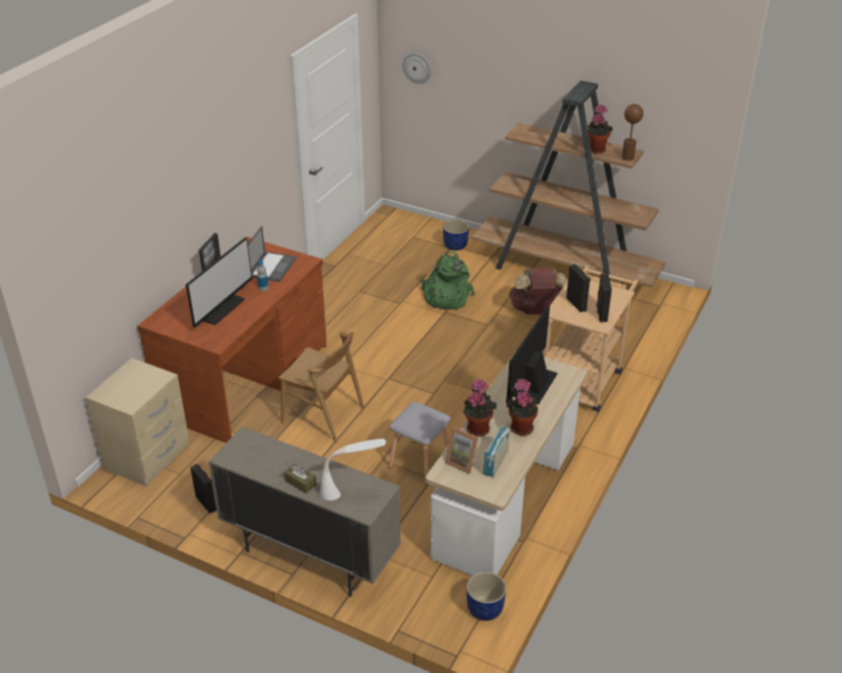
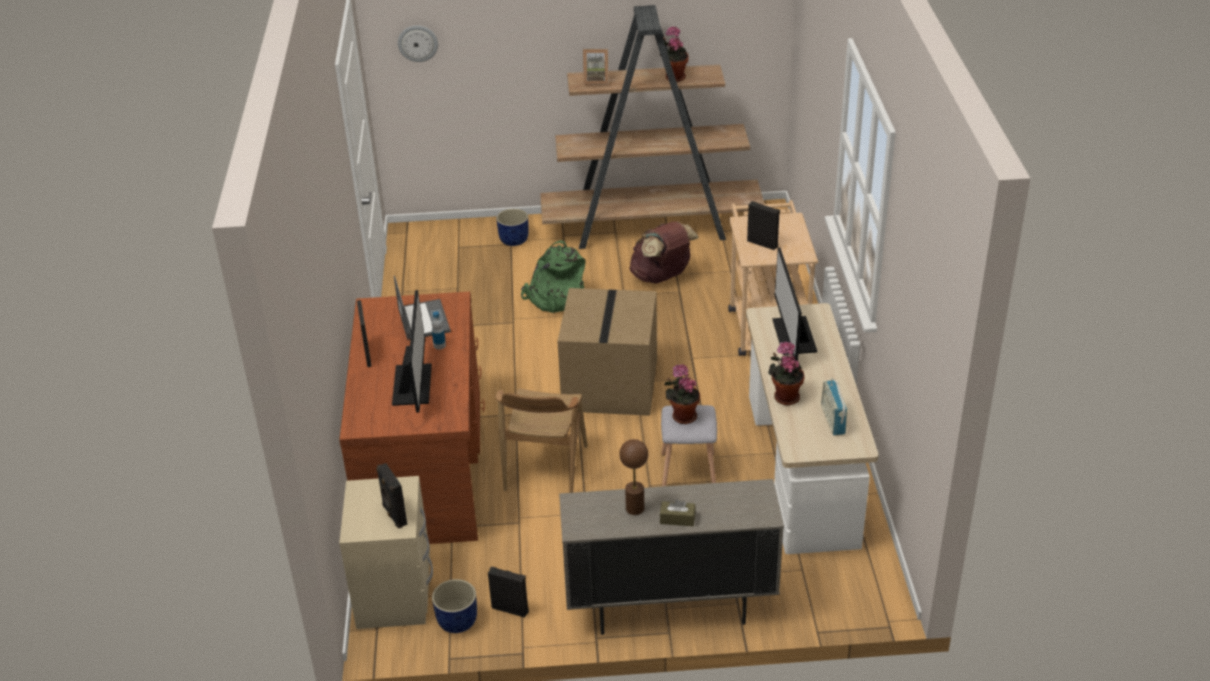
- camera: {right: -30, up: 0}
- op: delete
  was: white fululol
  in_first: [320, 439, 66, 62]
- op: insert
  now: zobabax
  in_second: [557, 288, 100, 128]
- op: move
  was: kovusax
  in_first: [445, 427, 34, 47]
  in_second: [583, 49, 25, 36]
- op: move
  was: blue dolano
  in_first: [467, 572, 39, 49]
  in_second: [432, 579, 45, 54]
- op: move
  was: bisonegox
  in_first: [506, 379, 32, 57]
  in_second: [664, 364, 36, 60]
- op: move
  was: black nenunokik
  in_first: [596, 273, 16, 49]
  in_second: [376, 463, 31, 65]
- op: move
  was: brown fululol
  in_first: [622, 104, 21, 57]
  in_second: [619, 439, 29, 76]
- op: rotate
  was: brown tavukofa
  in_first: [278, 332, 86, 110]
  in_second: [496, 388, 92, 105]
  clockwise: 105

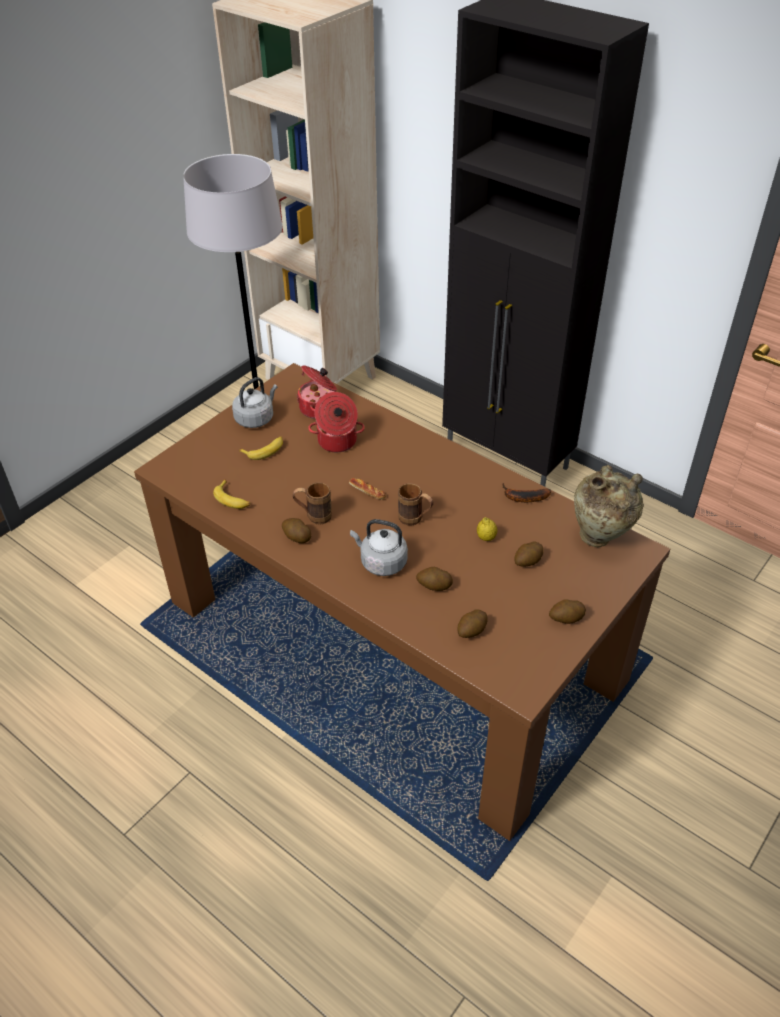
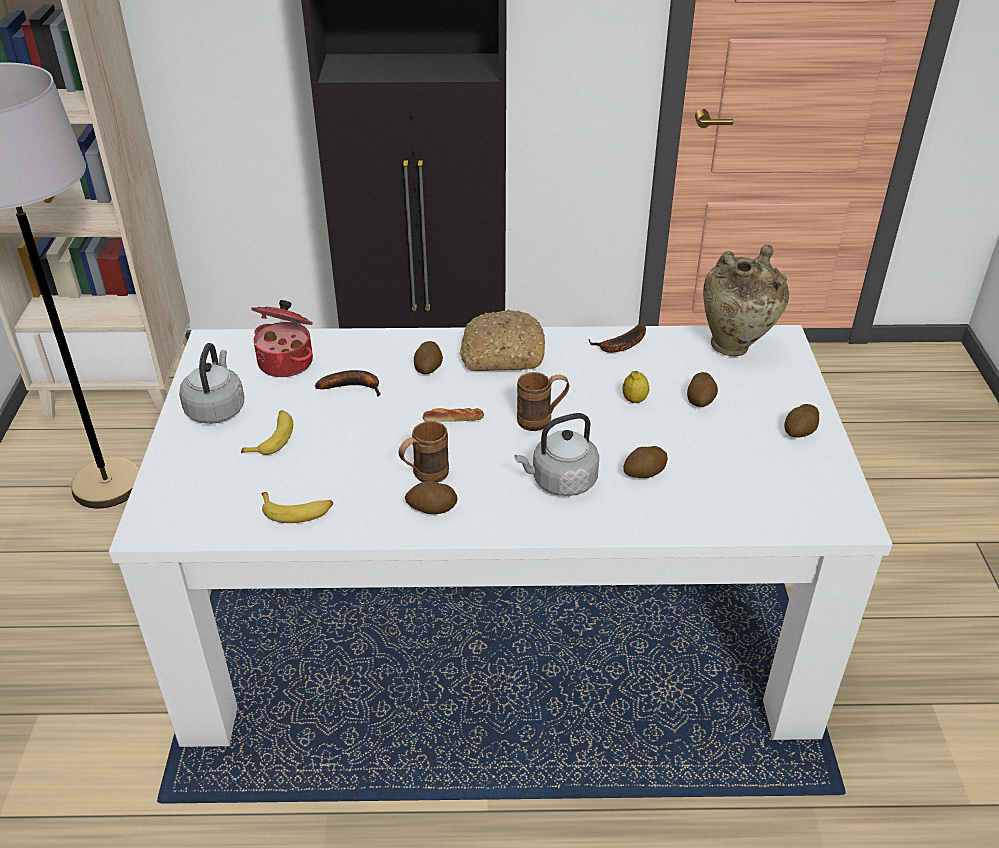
- camera: {right: -40, up: -5}
- op: insert
  now: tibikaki
  in_second: [459, 309, 86, 62]
- op: move
  was: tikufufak
  in_first: [458, 609, 30, 29]
  in_second: [414, 341, 29, 33]
- op: replace
  was: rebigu
  now: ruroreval
  in_first: [308, 392, 57, 60]
  in_second: [315, 370, 66, 27]
- op: recolor
  was: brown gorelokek
  now: white gorelokek
  in_first: [134, 363, 536, 478]
  in_second: [109, 325, 783, 422]

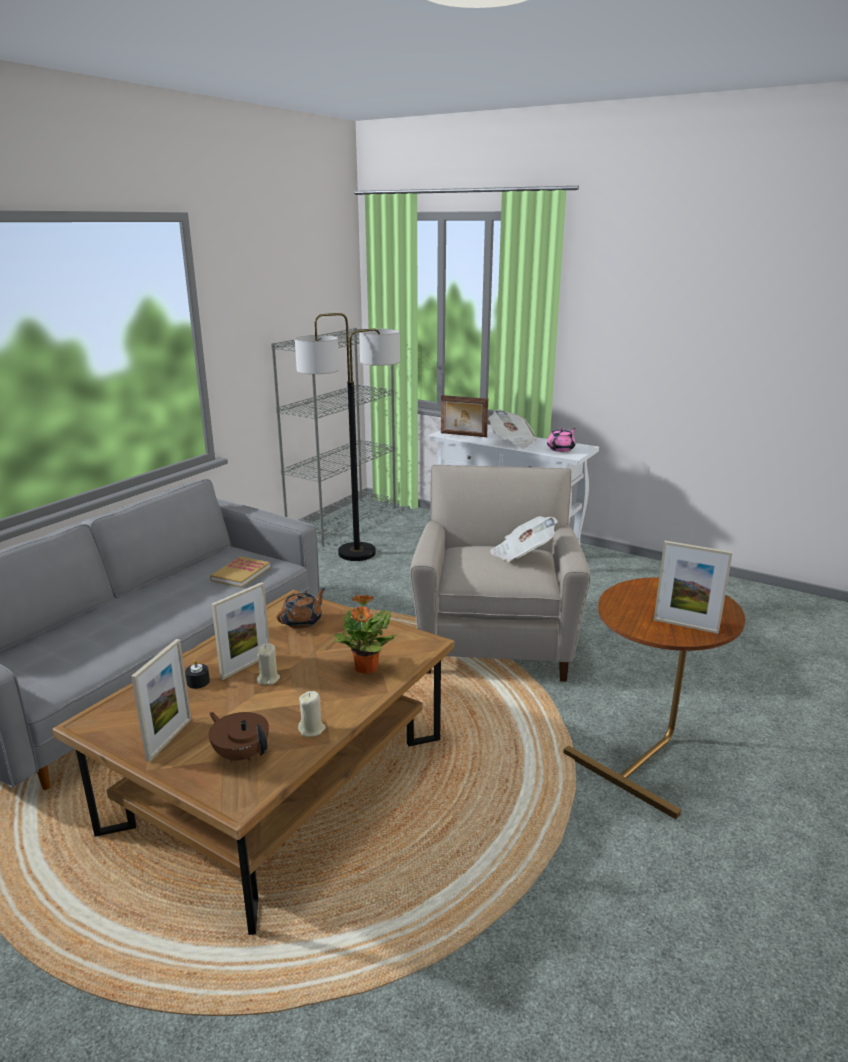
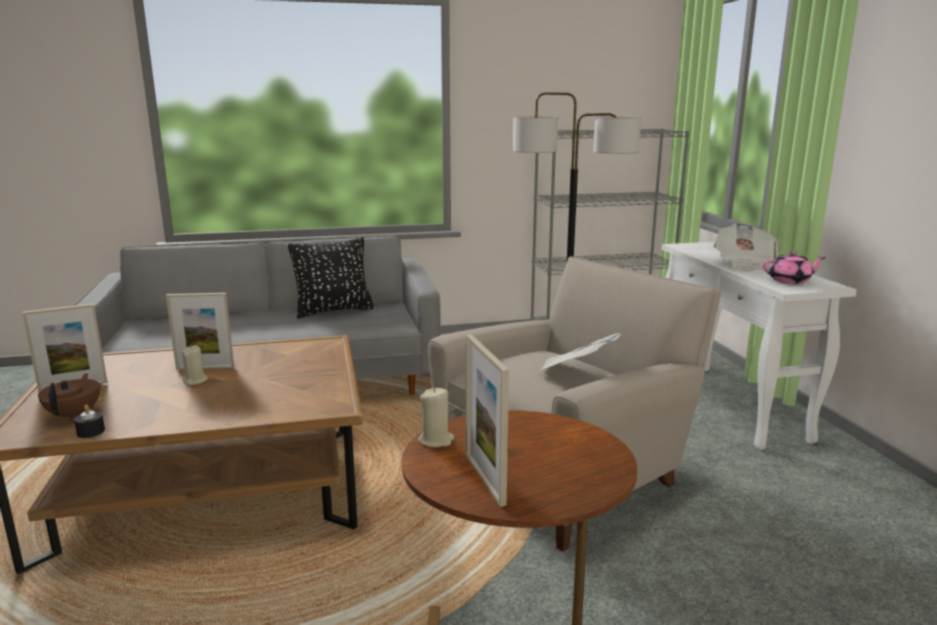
- camera: {right: 45, up: -5}
- op: delete
  was: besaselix
  in_first: [210, 556, 60, 32]
- op: delete
  was: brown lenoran
  in_first: [276, 588, 50, 41]
- op: delete
  was: bisonegox
  in_first: [333, 594, 64, 80]
- op: delete
  was: kovusax
  in_first: [441, 395, 47, 42]
- op: insert
  now: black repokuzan
  in_second: [288, 237, 86, 81]
- op: move
  was: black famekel
  in_first: [185, 659, 25, 30]
  in_second: [74, 405, 31, 33]
- op: move
  was: beige famekel
  in_first: [298, 691, 28, 46]
  in_second: [418, 388, 36, 59]

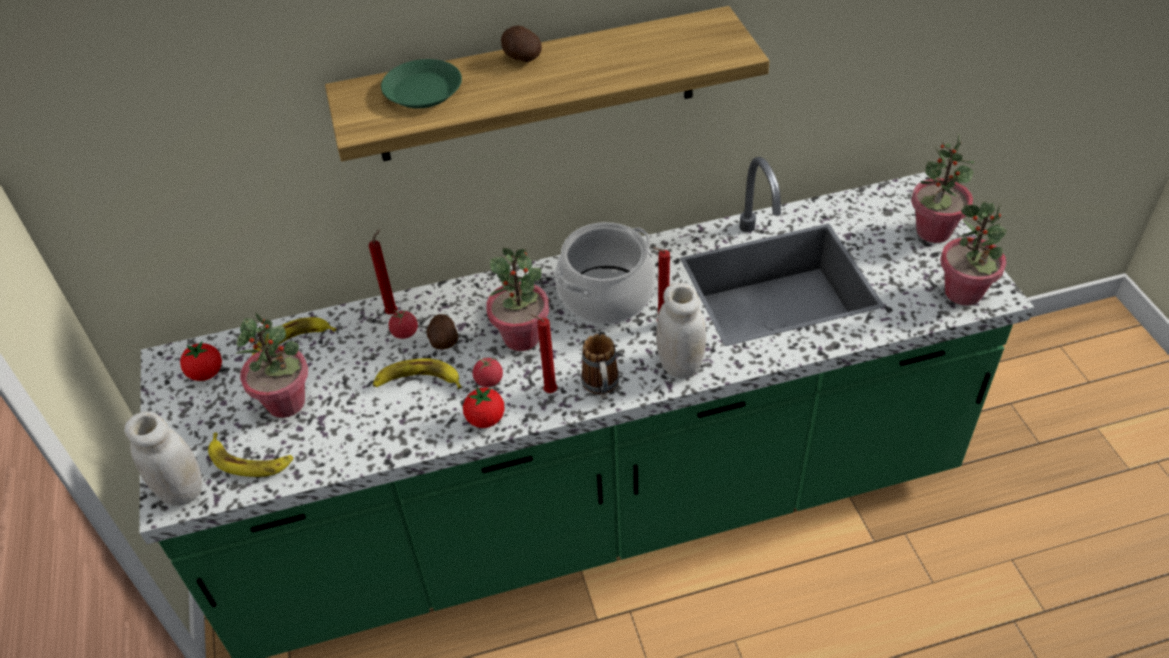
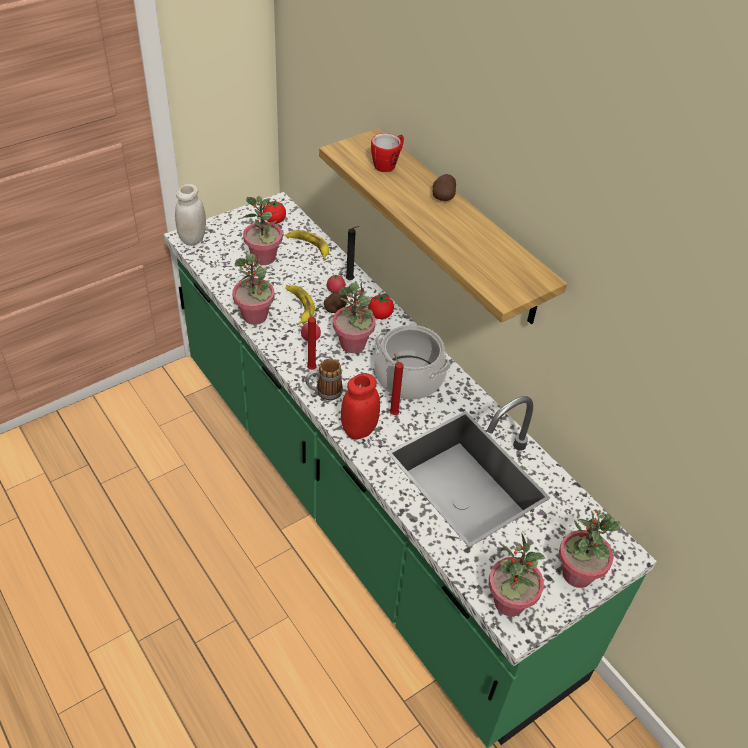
- camera: {right: 65, up: 0}
- op: delete
  was: ruroreval
  in_first: [208, 433, 86, 44]
- op: insert
  now: bisonegox
  in_second: [232, 253, 43, 72]
- op: move
  was: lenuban
  in_first: [463, 387, 42, 41]
  in_second: [368, 293, 26, 26]
- op: replace
  was: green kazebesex
  now: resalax
  in_first: [381, 59, 81, 49]
  in_second: [371, 133, 33, 39]
- op: recolor
  was: red famekel
  now: black famekel
  in_first: [369, 229, 29, 85]
  in_second: [346, 226, 14, 54]
- op: recolor
  was: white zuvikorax
  now: red zuvikorax
  in_first: [656, 283, 50, 95]
  in_second: [341, 373, 39, 66]

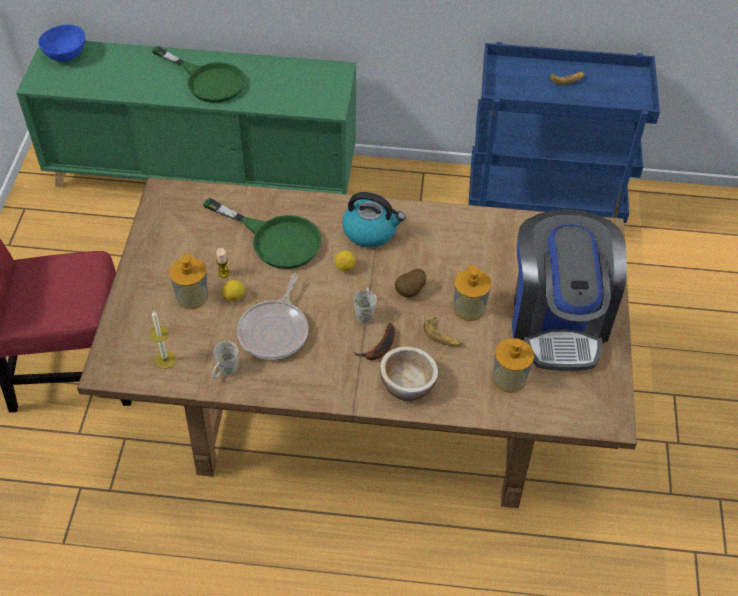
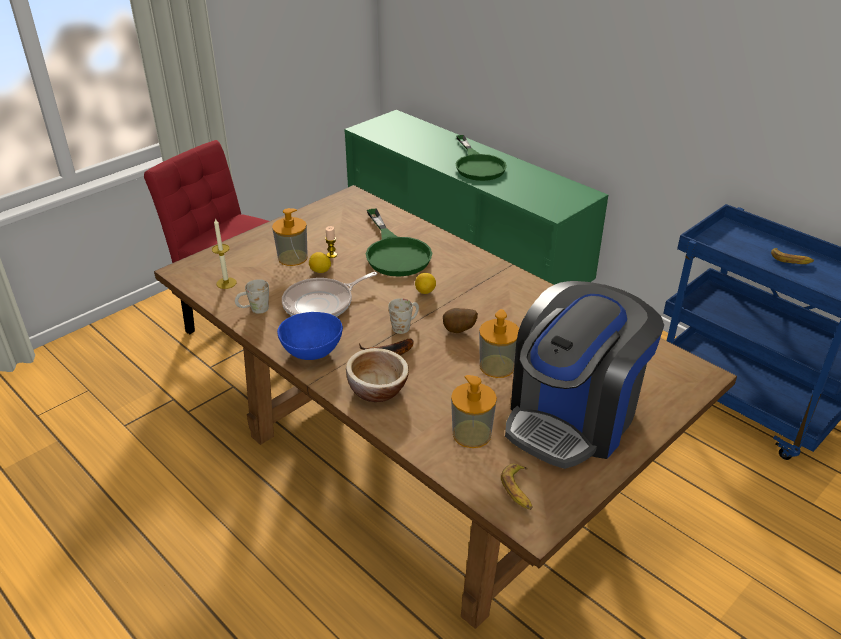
- camera: {right: 40, up: -15}
- op: delete
  was: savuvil
  in_first: [342, 192, 63, 56]
- op: move
  was: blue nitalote
  in_first: [38, 24, 47, 38]
  in_second: [277, 312, 66, 48]
- op: move
  was: ruroreval
  in_first: [424, 318, 39, 28]
  in_second: [501, 464, 31, 46]

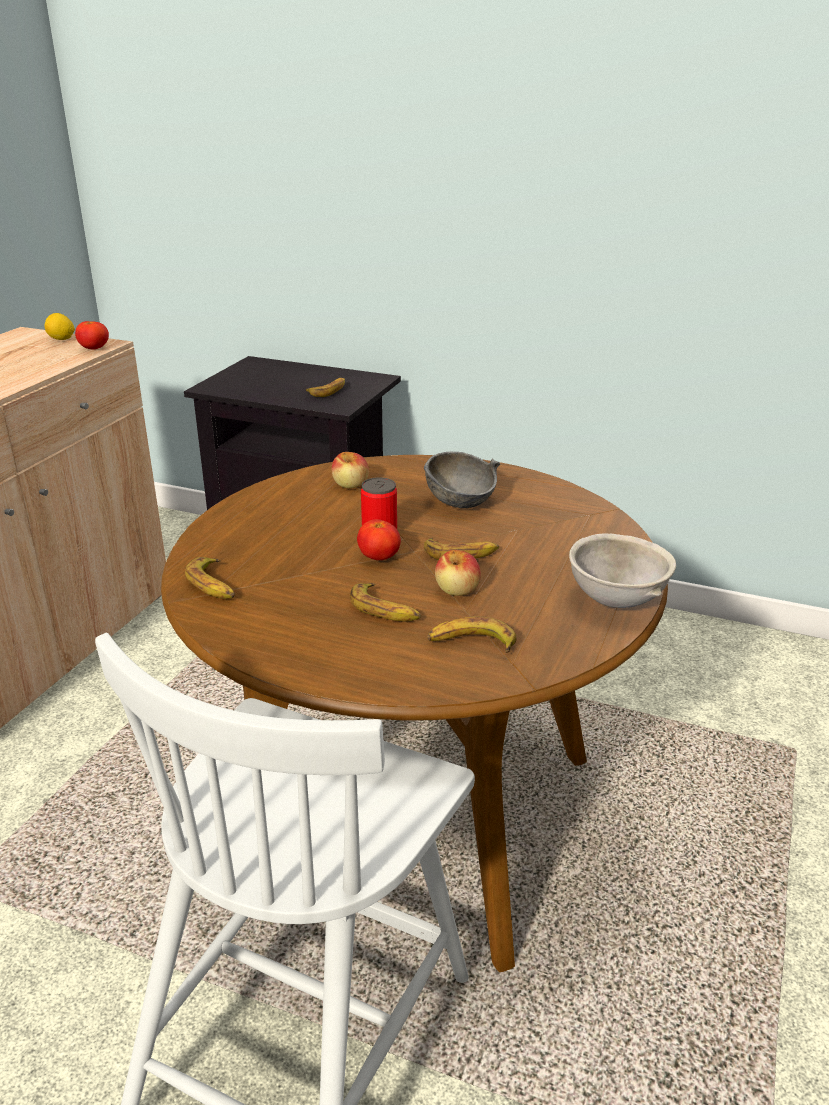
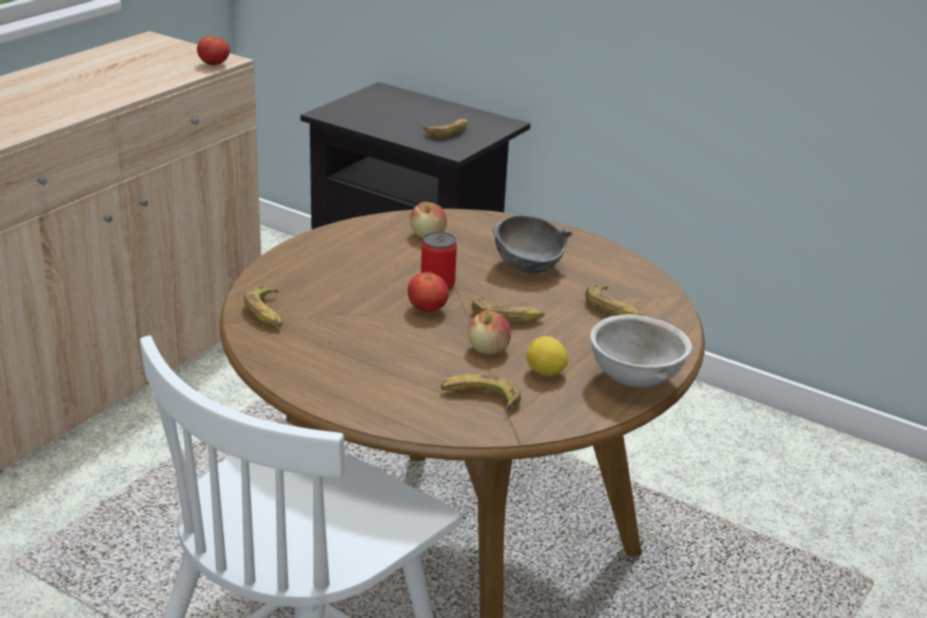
- camera: {right: 10, up: 0}
- op: move
  was: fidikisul
  in_first: [44, 313, 31, 27]
  in_second: [526, 336, 42, 40]
- op: move
  was: ruroreval
  in_first: [350, 583, 71, 39]
  in_second: [585, 284, 59, 32]

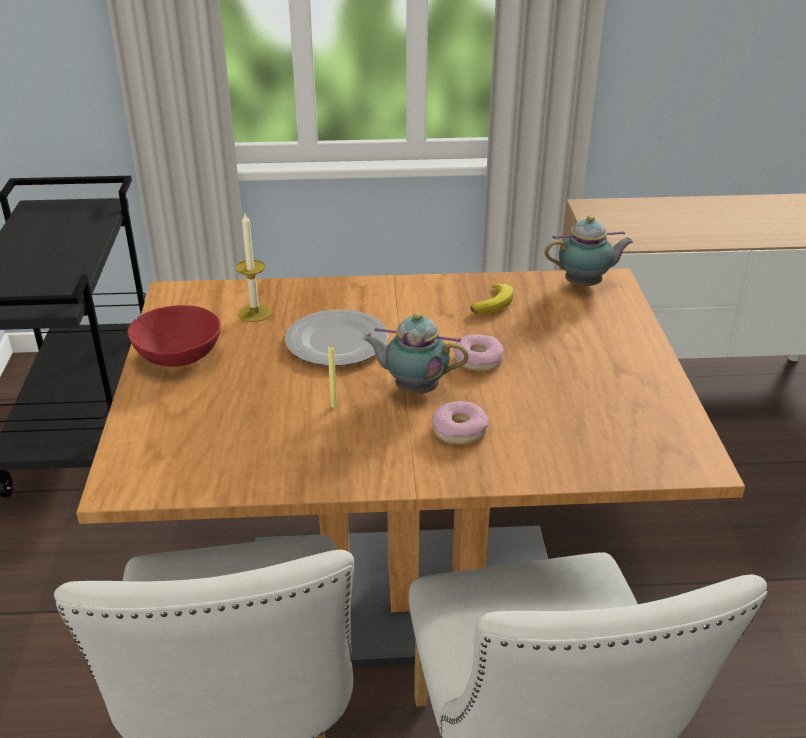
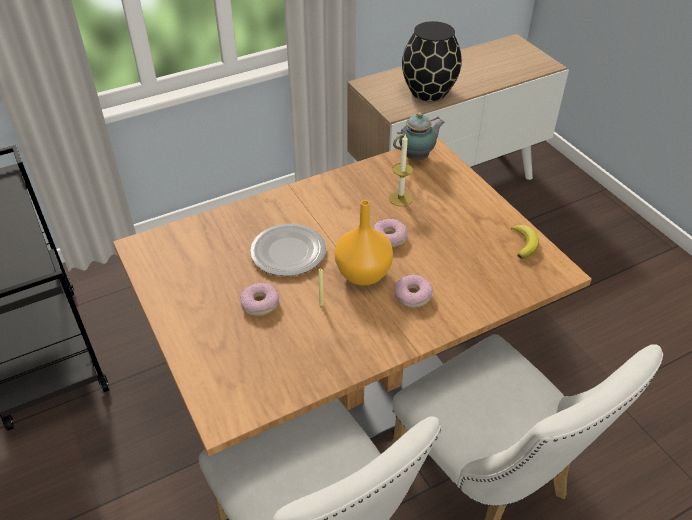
- camera: {right: -25, up: 10}
- op: delete
  was: red nitalote
  in_first: [127, 305, 94, 62]
- op: insert
  now: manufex
  in_second: [240, 283, 39, 33]
- op: insert
  now: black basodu
  in_second: [402, 21, 60, 80]
- op: move
  was: famekel
  in_first: [235, 213, 37, 109]
  in_second: [389, 134, 24, 72]
- op: move
  was: ruroreval
  in_first: [471, 284, 43, 31]
  in_second: [511, 225, 28, 34]
- op: replace
  was: lenoran
  now: orange basodu
  in_first: [363, 312, 106, 82]
  in_second: [335, 200, 58, 86]

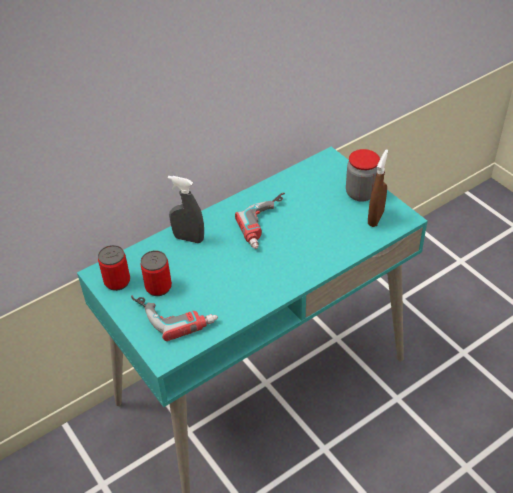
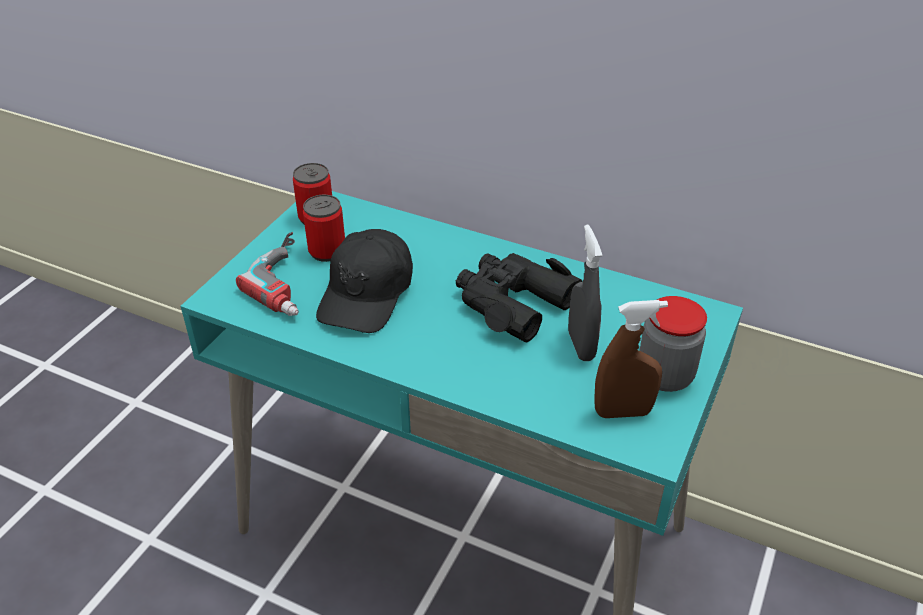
- camera: {right: 60, up: -5}
- op: insert
  now: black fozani
  in_second: [316, 229, 97, 104]
- op: move
  was: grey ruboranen
  in_first: [168, 176, 36, 67]
  in_second: [568, 225, 34, 136]
- op: replace
  was: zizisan
  now: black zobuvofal
  in_first: [235, 193, 50, 56]
  in_second: [456, 253, 126, 89]

